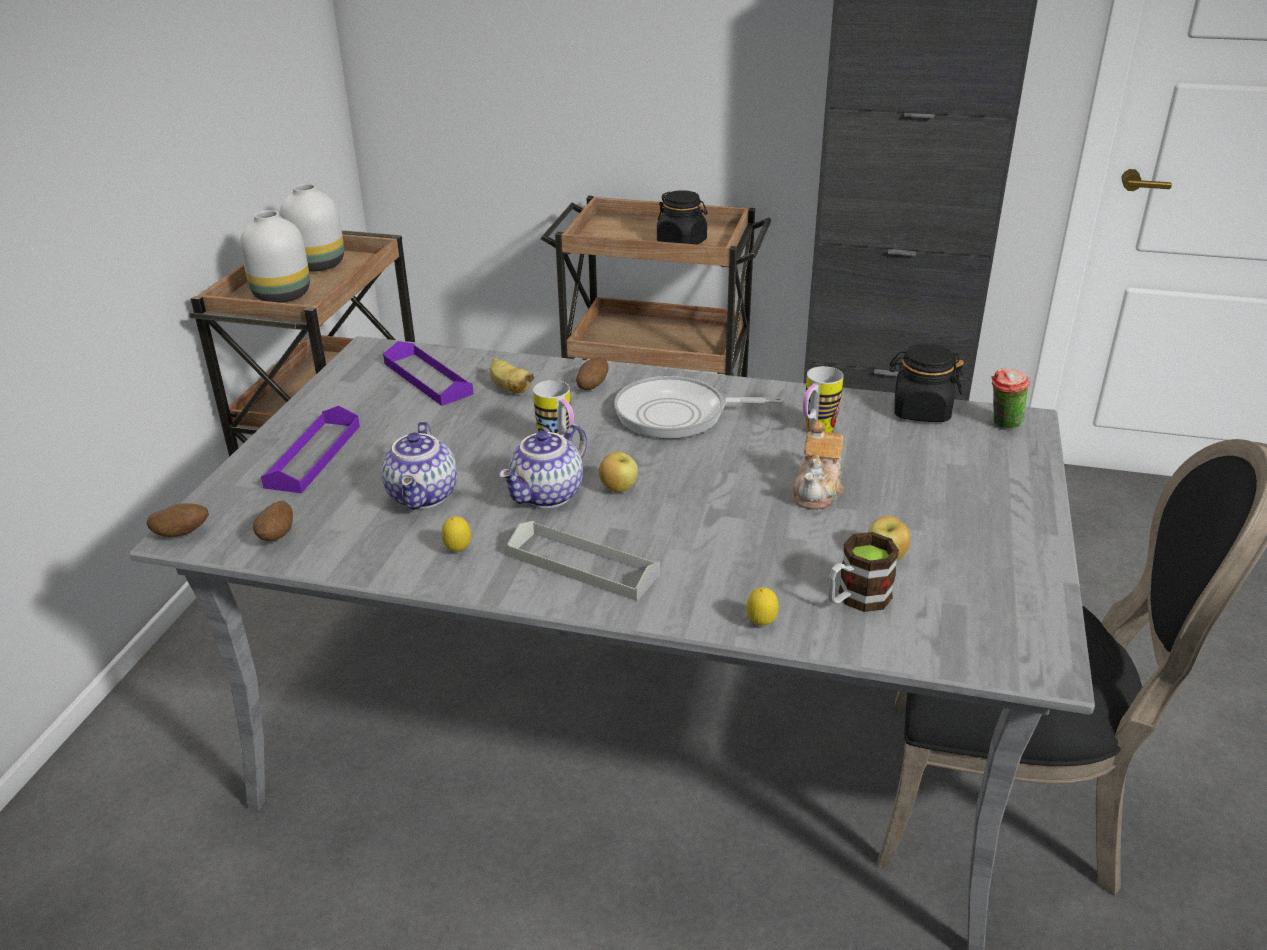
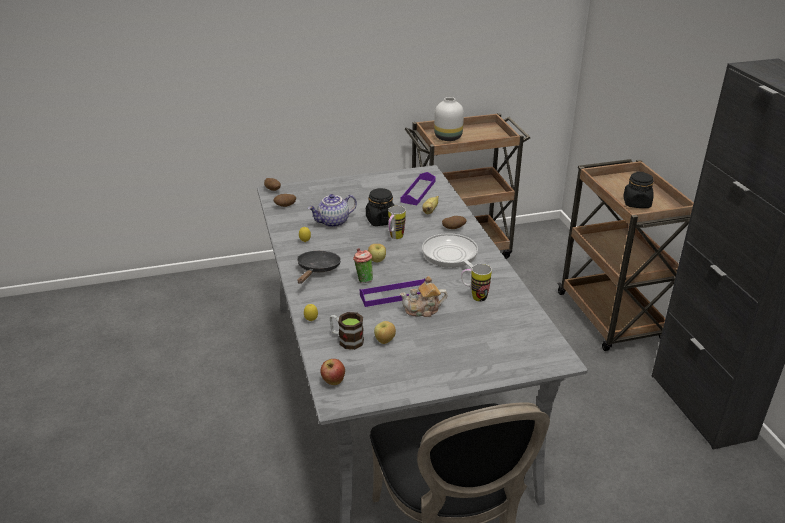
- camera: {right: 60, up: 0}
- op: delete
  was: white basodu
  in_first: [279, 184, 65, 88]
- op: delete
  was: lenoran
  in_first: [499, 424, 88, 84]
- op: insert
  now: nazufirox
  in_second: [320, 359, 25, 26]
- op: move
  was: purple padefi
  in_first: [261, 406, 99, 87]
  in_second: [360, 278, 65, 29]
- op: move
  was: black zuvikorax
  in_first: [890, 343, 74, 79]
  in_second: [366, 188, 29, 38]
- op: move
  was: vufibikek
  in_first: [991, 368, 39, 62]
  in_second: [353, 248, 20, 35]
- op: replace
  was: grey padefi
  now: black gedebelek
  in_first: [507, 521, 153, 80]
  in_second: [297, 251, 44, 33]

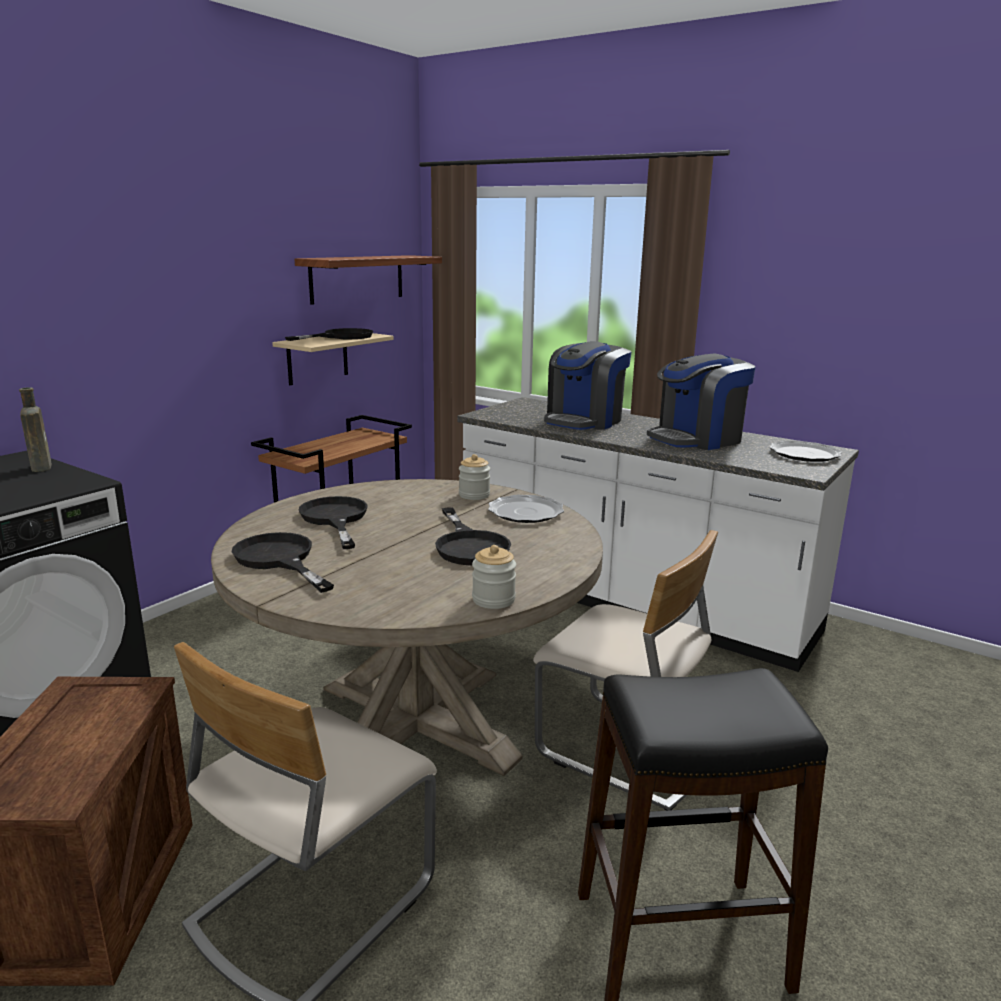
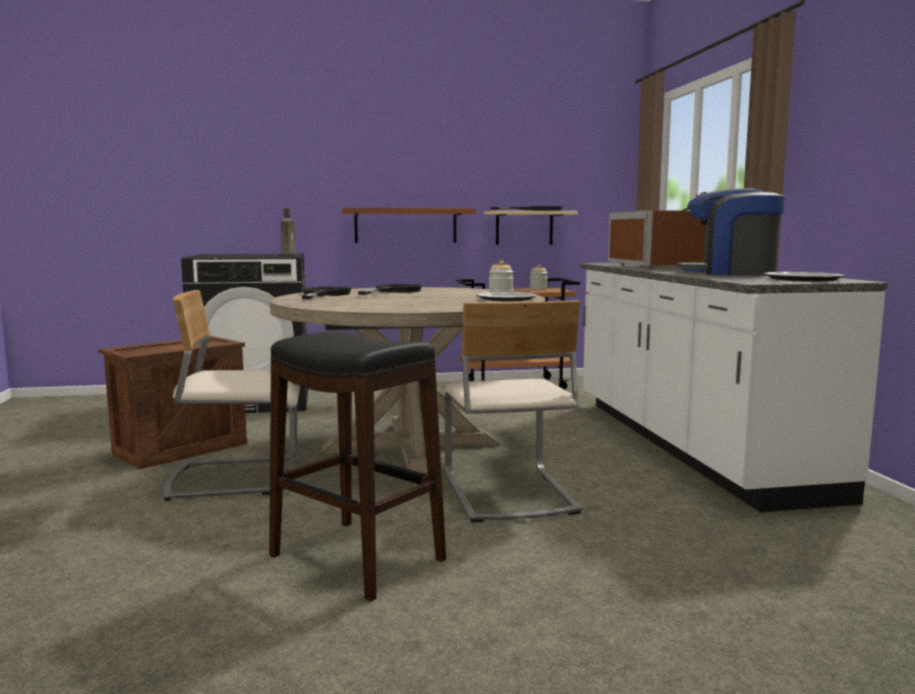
- camera: {right: 45, up: -10}
- op: delete
  was: black gedebelek
  in_first: [435, 507, 76, 59]
- op: move
  was: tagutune
  in_first: [295, 255, 147, 50]
  in_second: [341, 207, 135, 36]
- op: move
  was: zuvikorax
  in_first: [472, 545, 44, 64]
  in_second: [530, 265, 18, 25]
- op: replace
  was: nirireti
  now: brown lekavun
  in_first: [544, 341, 87, 89]
  in_second: [608, 210, 98, 59]

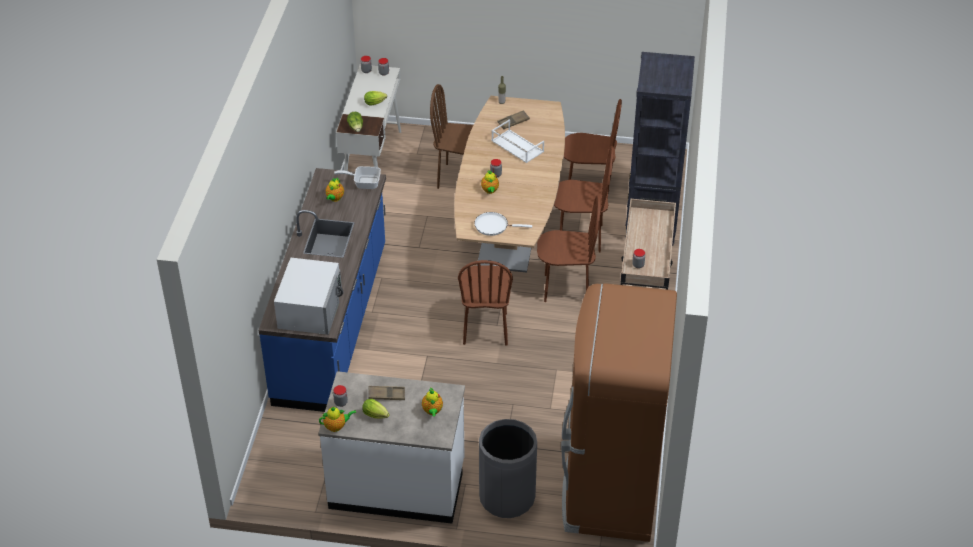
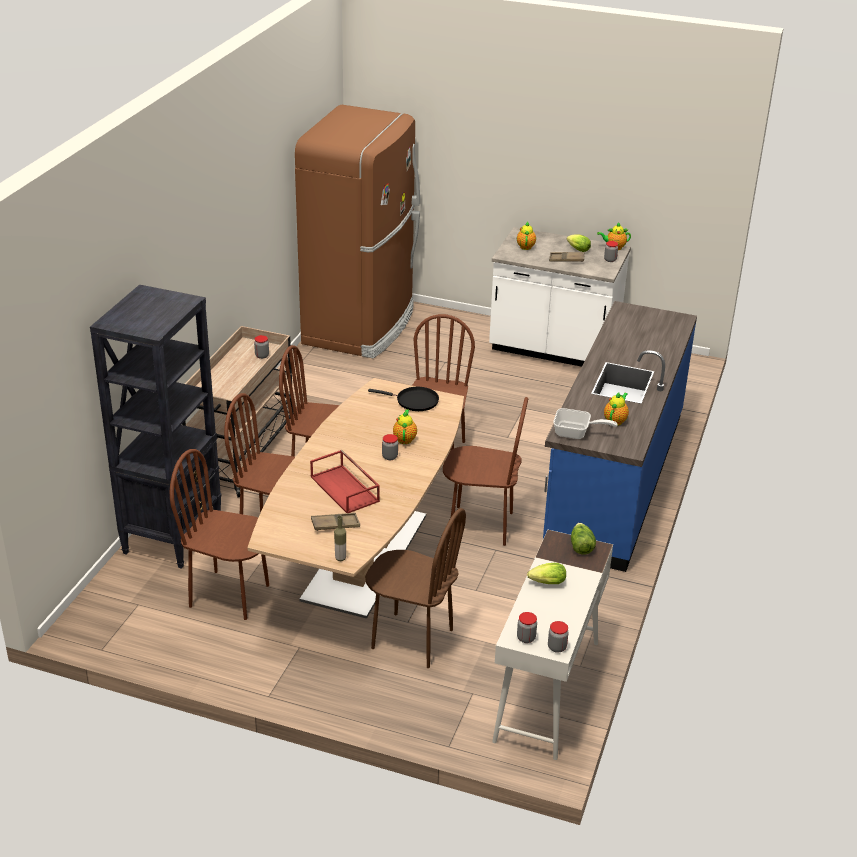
- camera: {right: -170, up: -10}
- op: delete
  was: white lekavun
  in_first: [274, 258, 70, 77]
- op: delete
  was: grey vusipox
  in_first: [479, 419, 58, 99]
- op: insert
  now: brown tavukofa
  in_second: [443, 397, 85, 149]
- op: recolor
  was: white gedebelek
  now: black gedebelek
  in_first: [474, 212, 58, 24]
  in_second: [368, 387, 71, 24]
- op: recolor
  was: white padefi
  now: red padefi
  in_first: [491, 119, 53, 44]
  in_second: [310, 450, 70, 63]

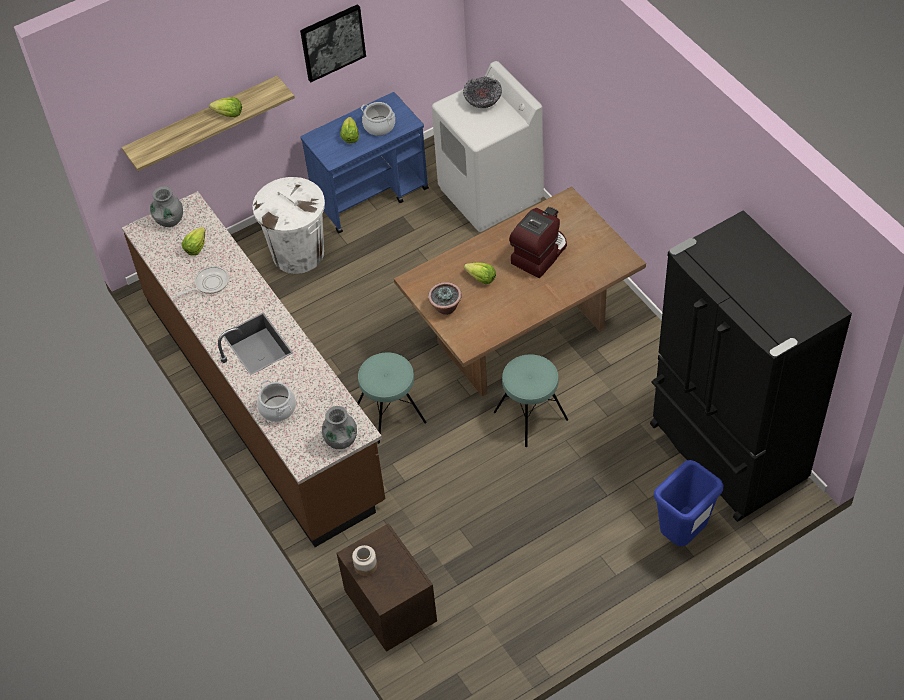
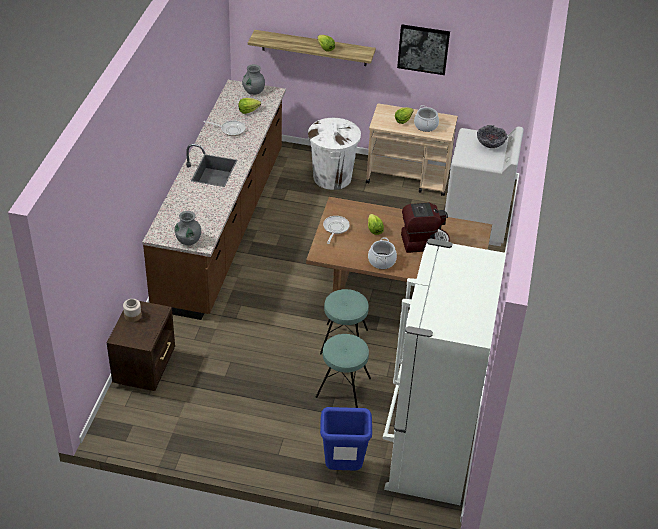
- camera: {right: 40, up: -10}
- op: move
  was: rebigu
  in_first: [257, 380, 39, 42]
  in_second: [368, 237, 29, 32]
- op: move
  was: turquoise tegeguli
  in_first: [357, 352, 70, 92]
  in_second: [316, 334, 55, 74]
- op: replace
  was: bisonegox
  now: gedebelek
  in_first: [428, 282, 34, 33]
  in_second: [323, 216, 27, 28]
- op: recolor
  was: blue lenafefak
  now: beige lenafefak
  in_first: [300, 92, 129, 141]
  in_second: [366, 103, 92, 93]
- op: recolor
  was: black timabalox
  now: white timabalox
  in_first: [650, 210, 202, 312]
  in_second: [383, 238, 123, 267]

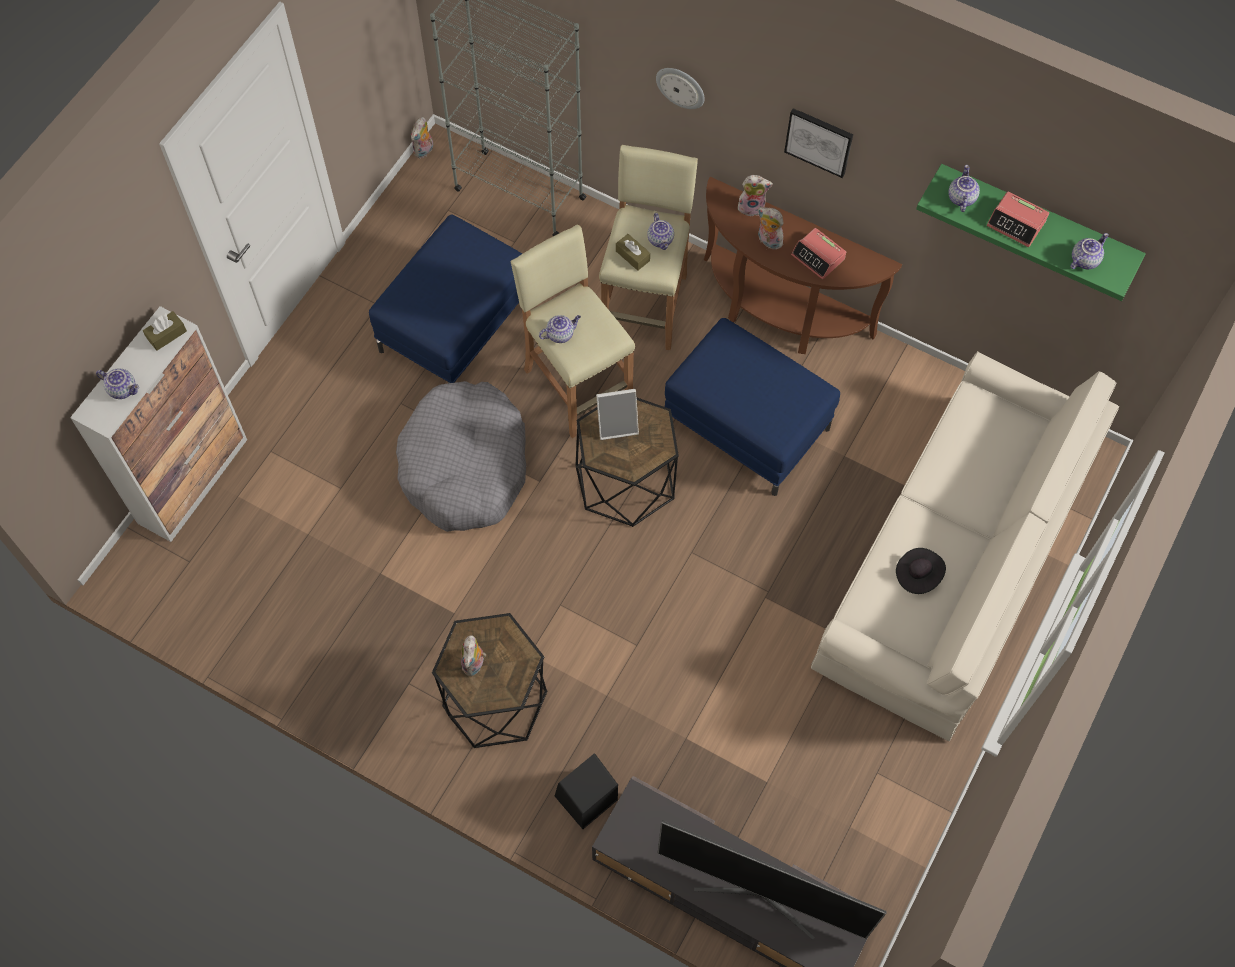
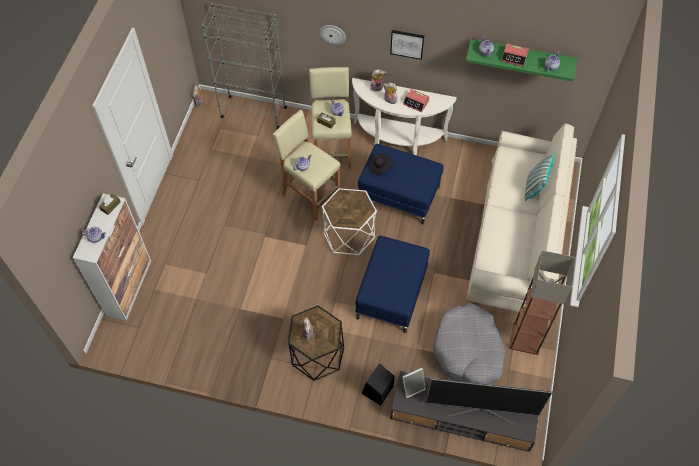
- camera: {right: -15, up: -5}
- op: insert
  now: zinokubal
  in_second: [510, 250, 66, 105]
- op: insert
  now: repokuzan
  in_second: [525, 153, 30, 48]
- op: move
  was: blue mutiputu
  in_first: [369, 214, 153, 169]
  in_second: [355, 235, 75, 98]
- op: move
  was: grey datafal
  in_first: [396, 381, 130, 151]
  in_second: [433, 303, 72, 82]
- op: move
  was: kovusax
  in_first: [596, 389, 43, 51]
  in_second: [402, 368, 24, 30]
- op: move
  was: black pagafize
  in_first: [896, 548, 50, 46]
  in_second: [369, 154, 23, 21]
- op: recolor
  was: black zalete
  now: white zalete
  in_first: [576, 398, 103, 129]
  in_second: [322, 188, 55, 67]
- op: recolor
  was: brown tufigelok
  now: white tufigelok
  in_first: [704, 177, 198, 177]
  in_second: [352, 78, 105, 77]

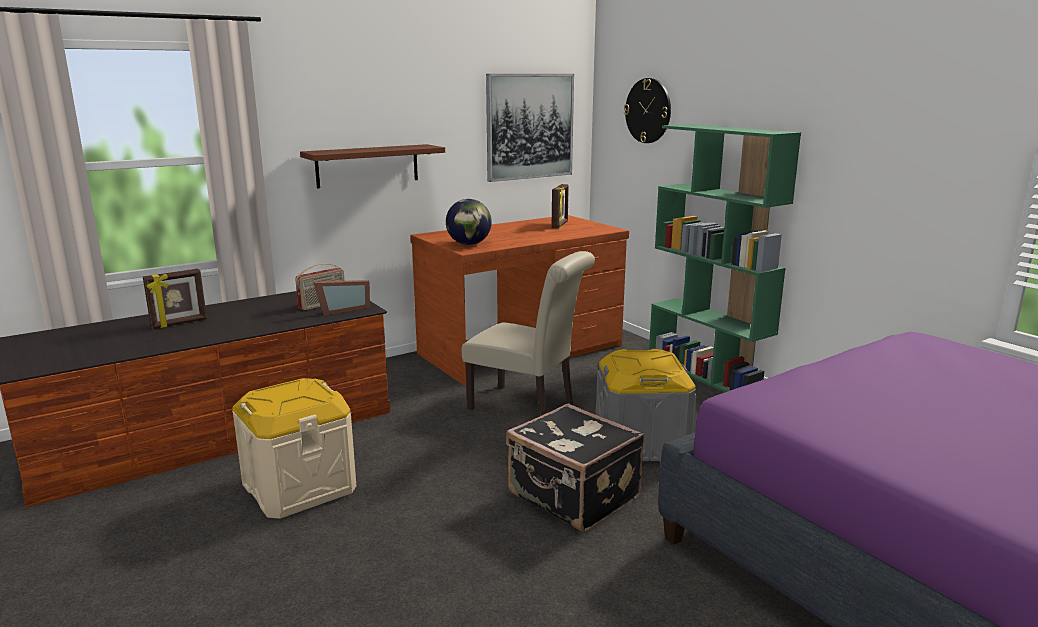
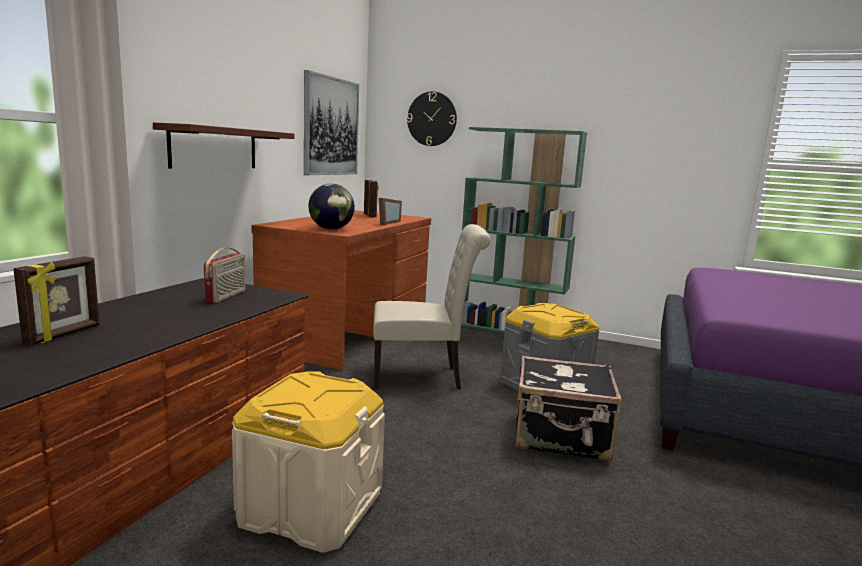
- camera: {right: -35, up: -5}
- op: move
  was: kovusax
  in_first: [313, 280, 57, 35]
  in_second: [379, 198, 23, 27]

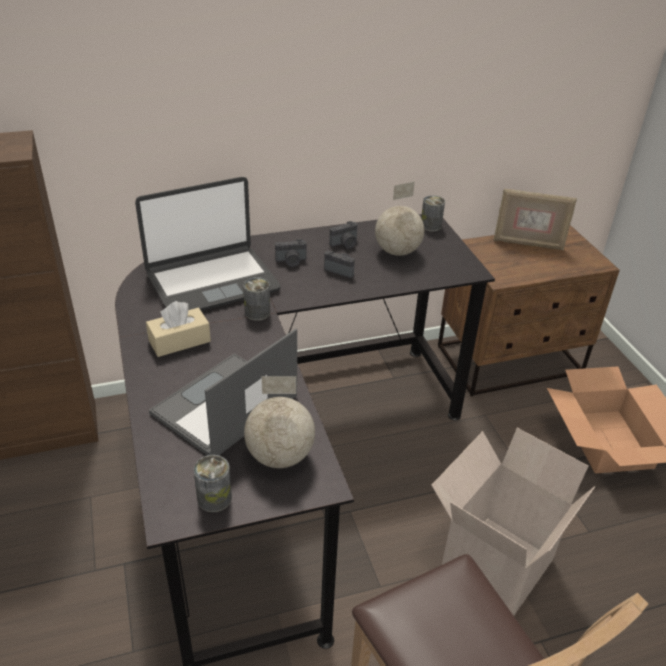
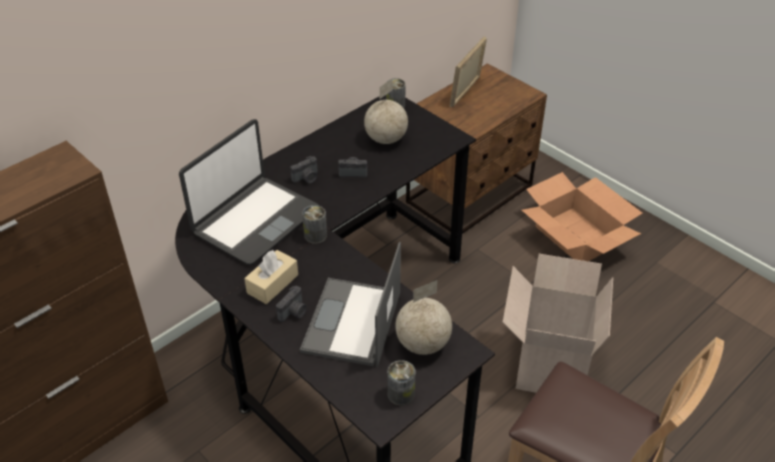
- camera: {right: -25, up: 5}
- op: move
  was: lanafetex
  in_first: [329, 221, 28, 28]
  in_second: [276, 286, 31, 36]
- op: rotate
  was: kovusax
  in_first: [494, 189, 83, 61]
  in_second: [450, 36, 37, 71]
  clockwise: 135

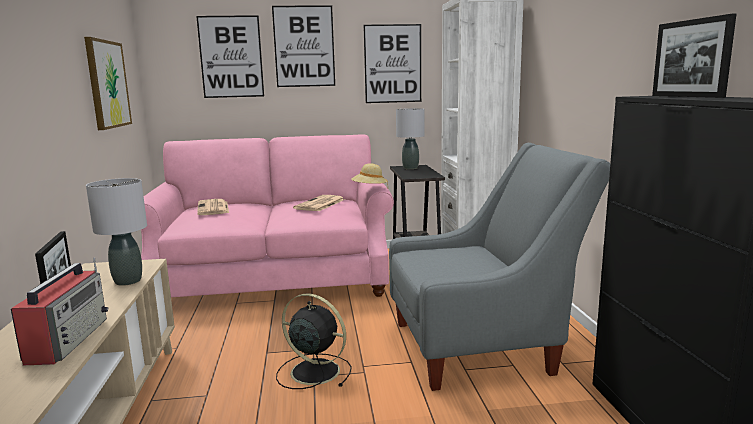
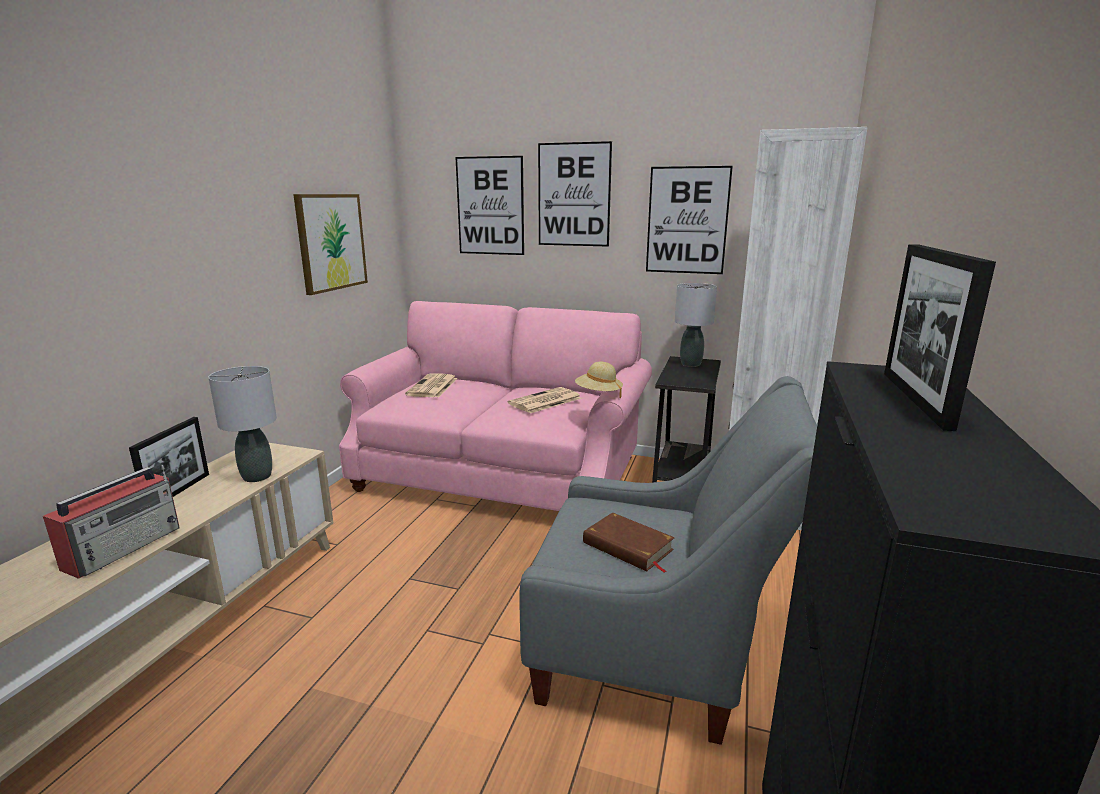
- camera: {right: 25, up: 5}
- op: delete
  was: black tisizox
  in_first: [276, 294, 76, 95]
- op: insert
  now: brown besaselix
  in_second: [583, 512, 92, 61]

